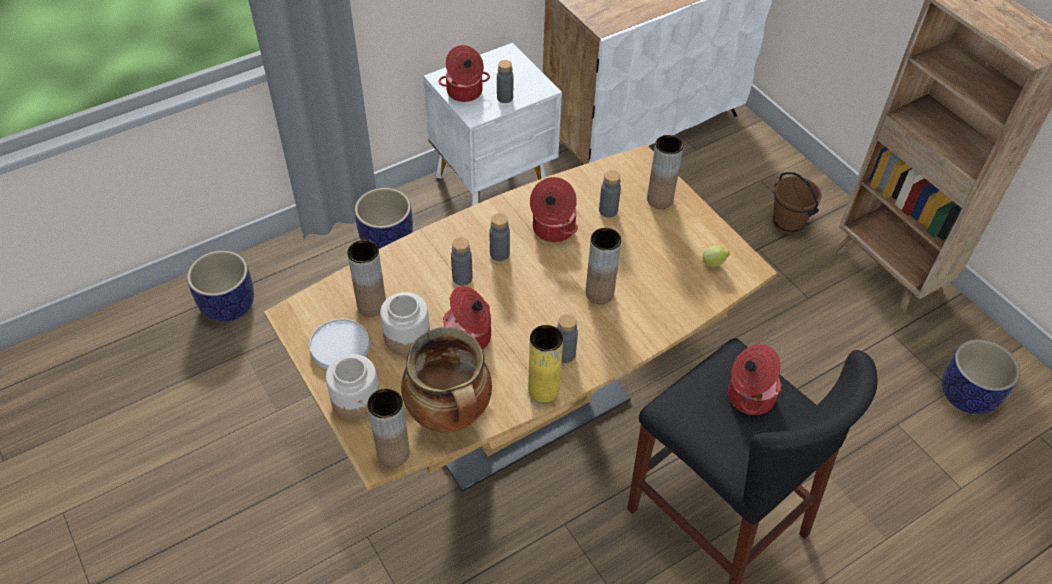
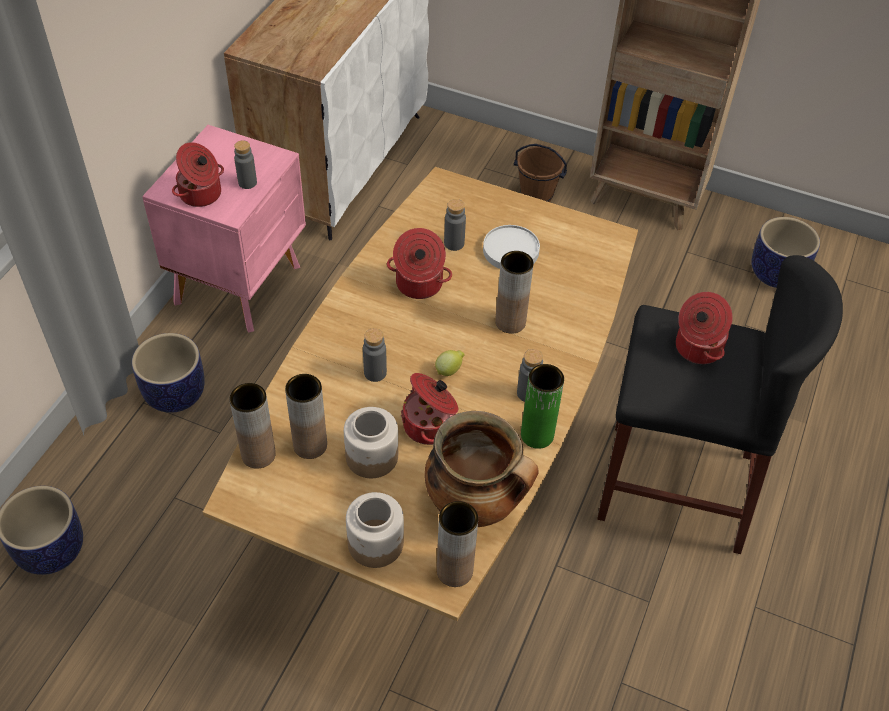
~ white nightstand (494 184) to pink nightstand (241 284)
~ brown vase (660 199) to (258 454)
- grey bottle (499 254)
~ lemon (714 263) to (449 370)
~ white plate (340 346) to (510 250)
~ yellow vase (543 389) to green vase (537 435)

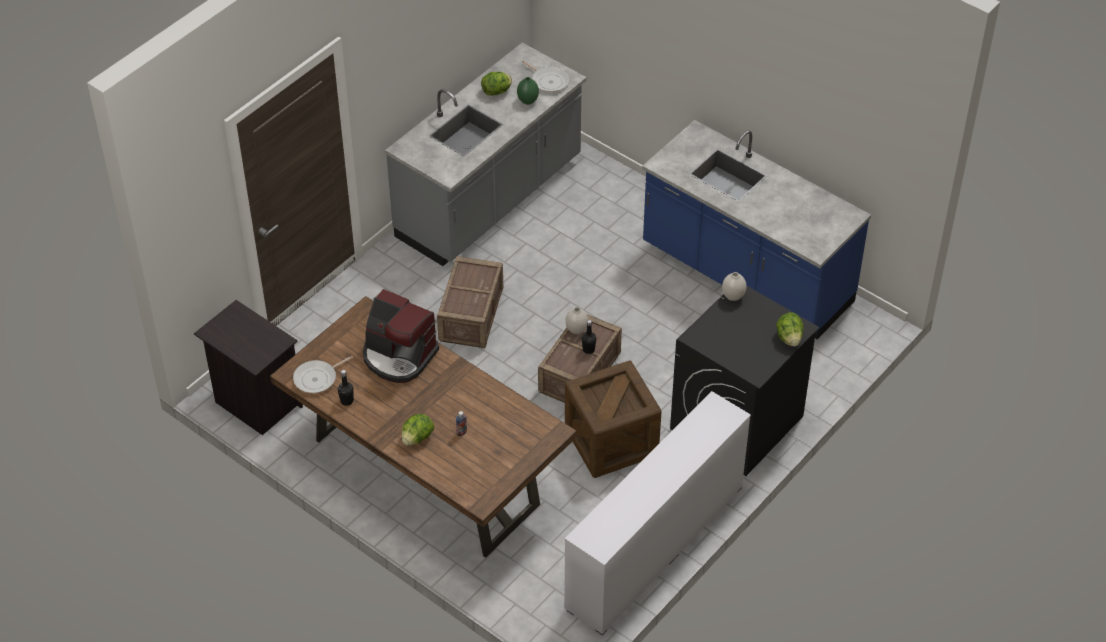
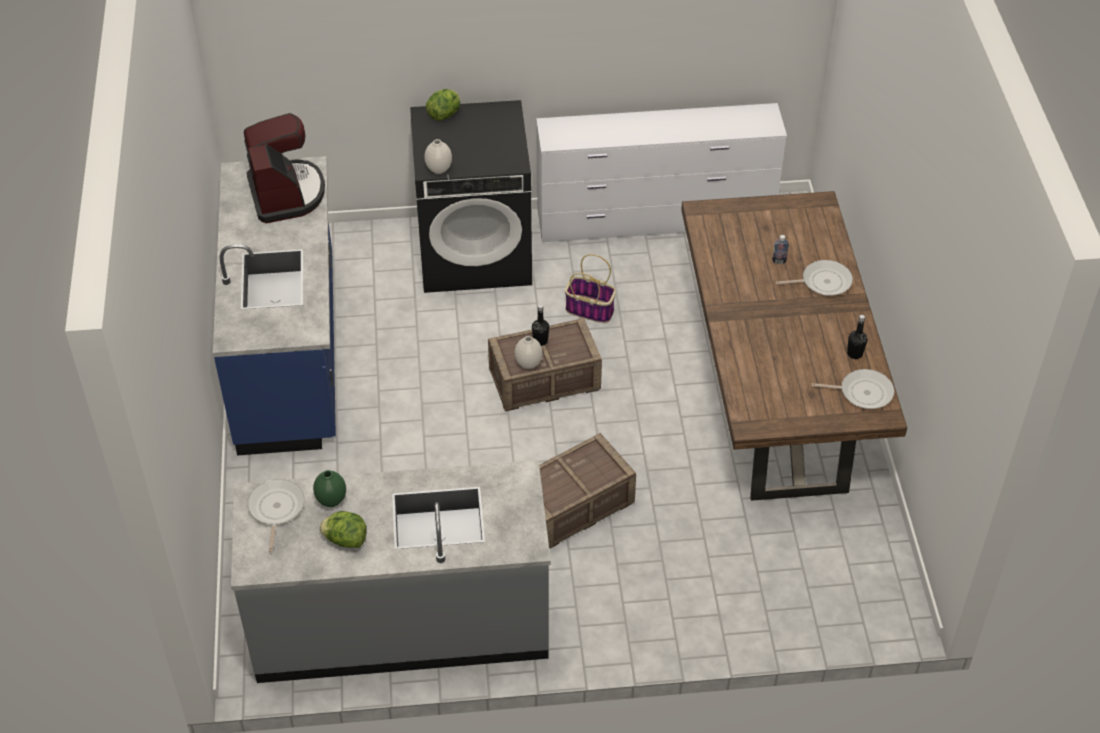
~ coffee machine (398 356) to (286 193)
- black nightstand (256 403)
~ crate (611 441) to basket (590 309)
~ lettuce (417 438) to frying pan (823 282)

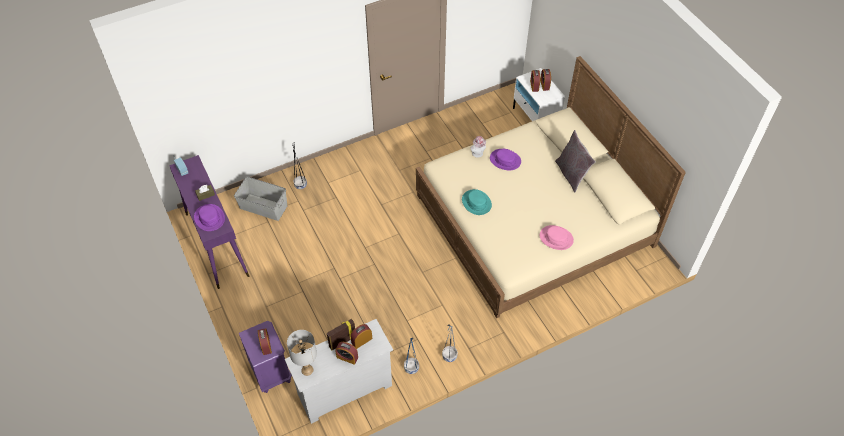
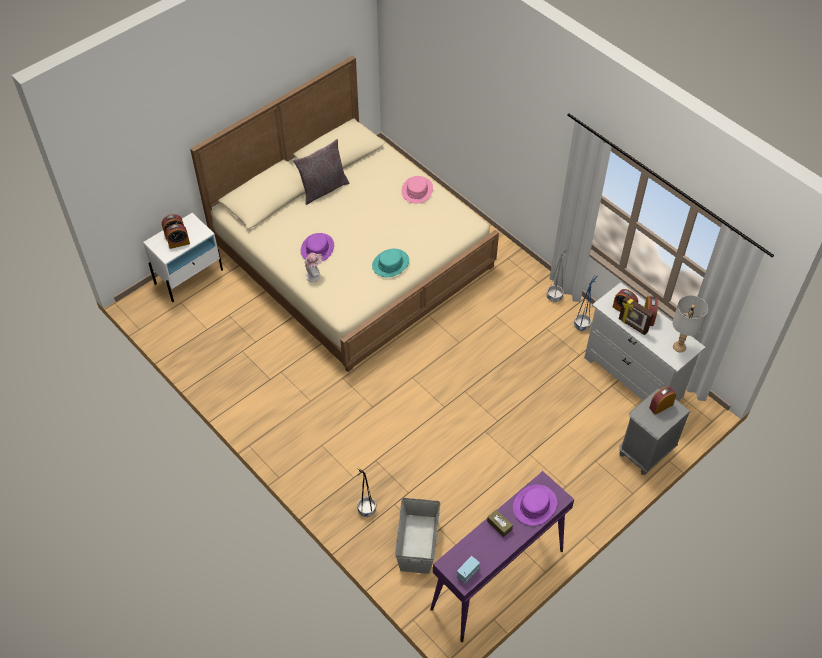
~ purple nightstand (271 372) to grey nightstand (645 452)

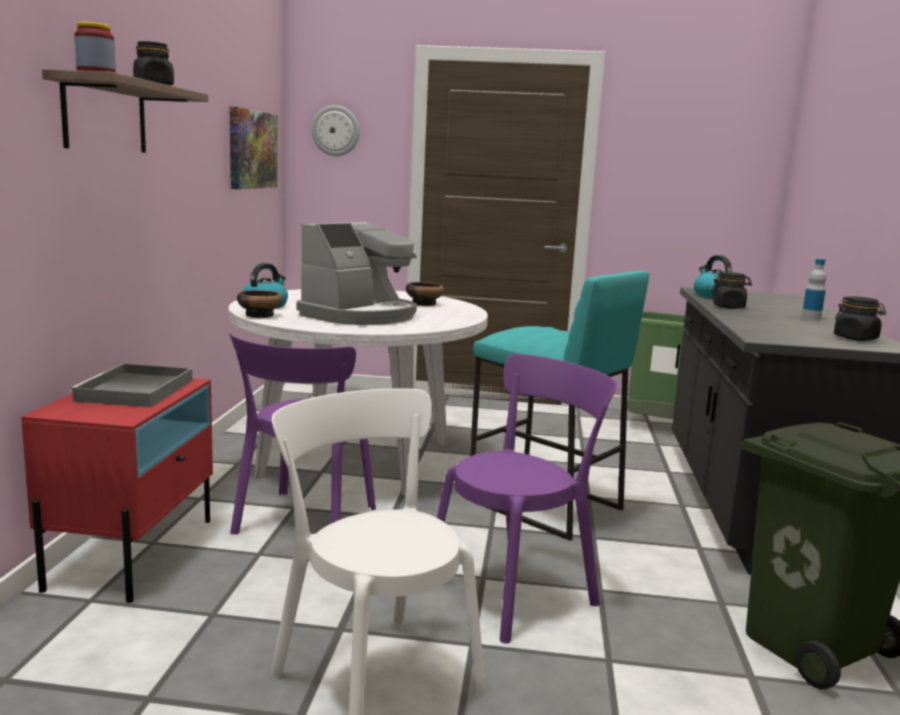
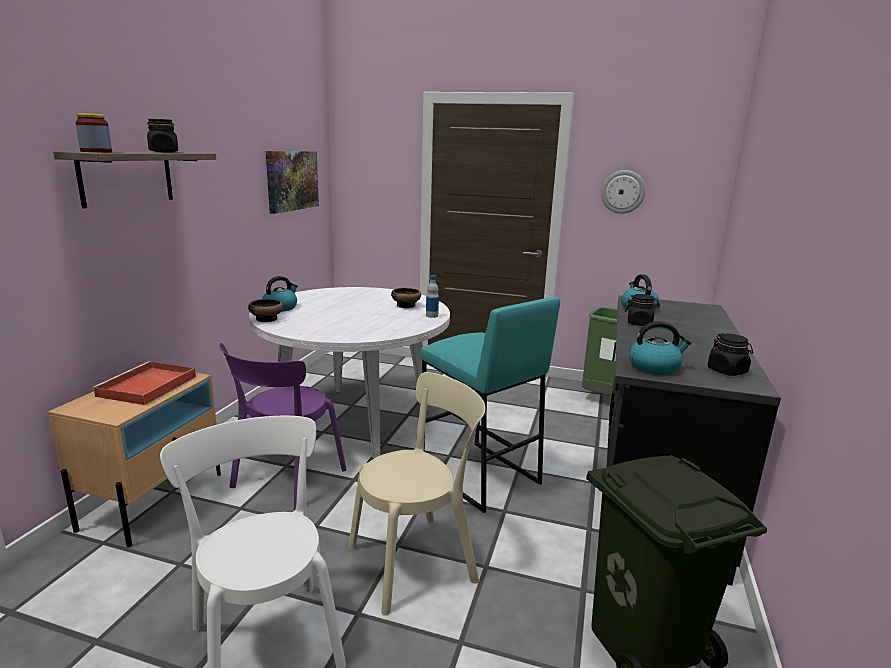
~ wall clock (335 130) to (623 192)
- coffee machine (360 315)
~ bottle (811 318) to (432 316)
~ purple chair (516 590) to beige chair (417 561)
~ grey tray (135 391) to red tray (146 387)
~ red nightstand (134 552) to beige nightstand (154 500)
+ kettle (654 367)

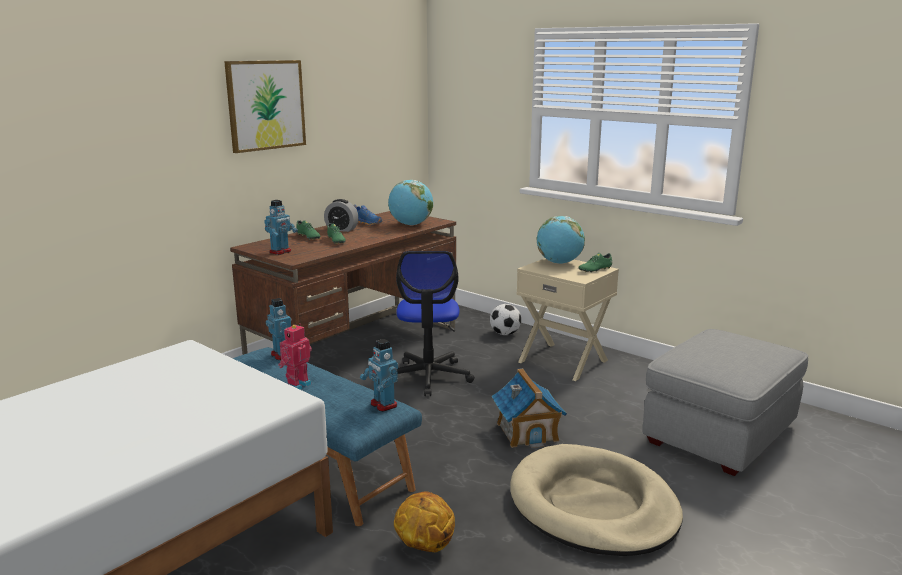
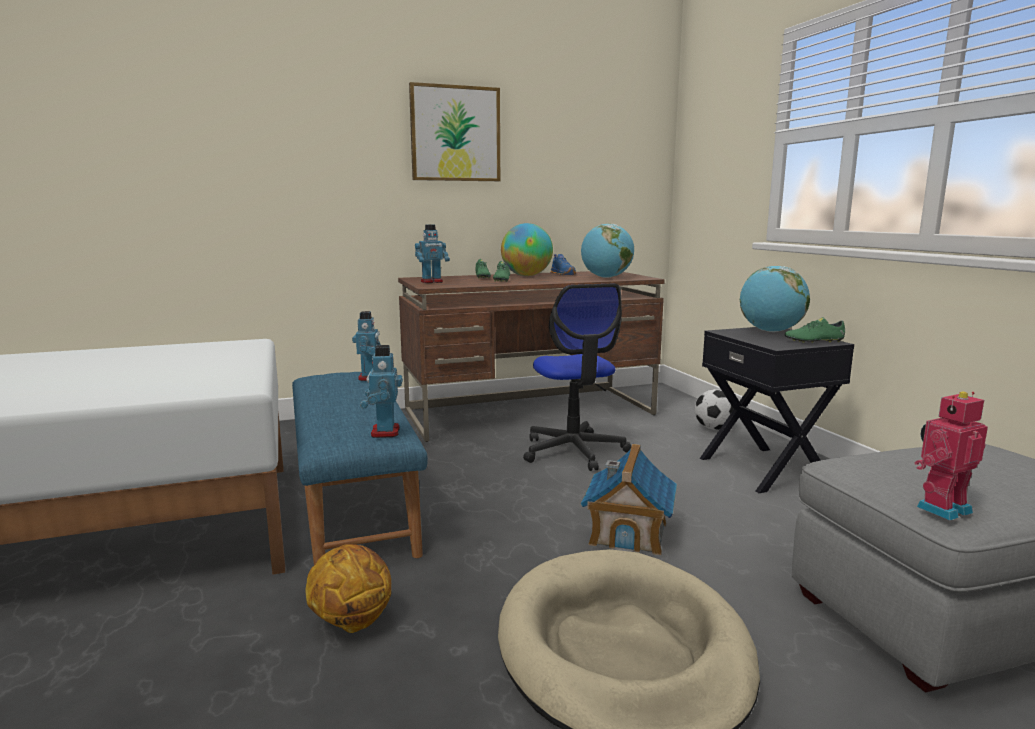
~ alarm clock (341 229) to globe (527 276)
~ office chair (428 377) = (574 451) 45 degrees counterclockwise
~ beige nightstand (563 361) to black nightstand (764 468)
~ toy robot (297 385) to (940 508)

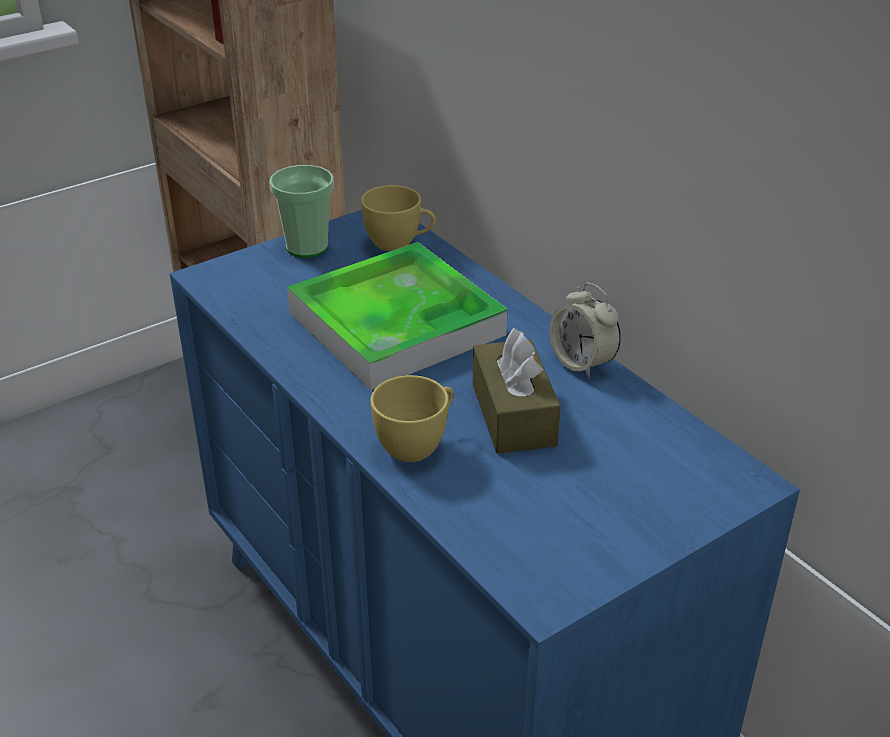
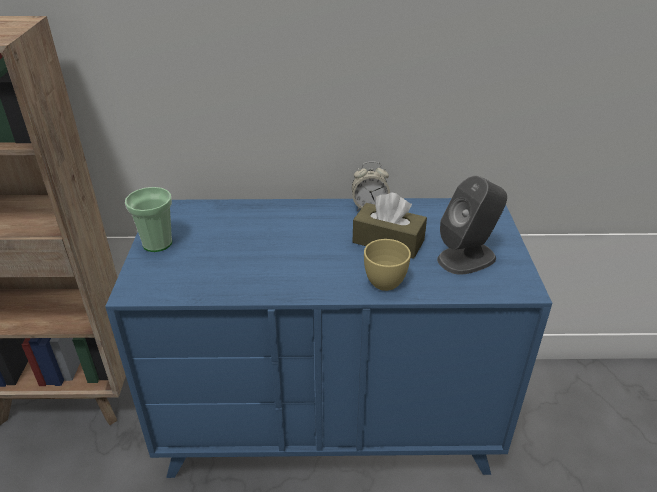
- yellow cup (399 244)
- tray (396 324)
+ grey speaker (467 258)

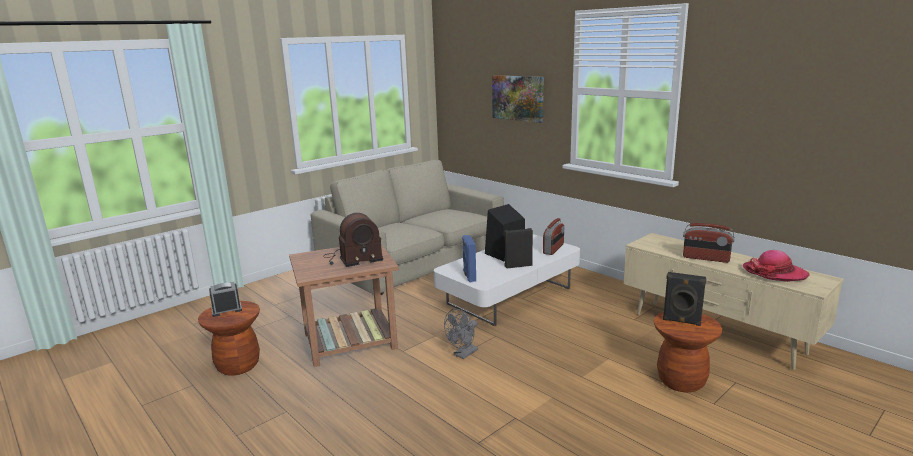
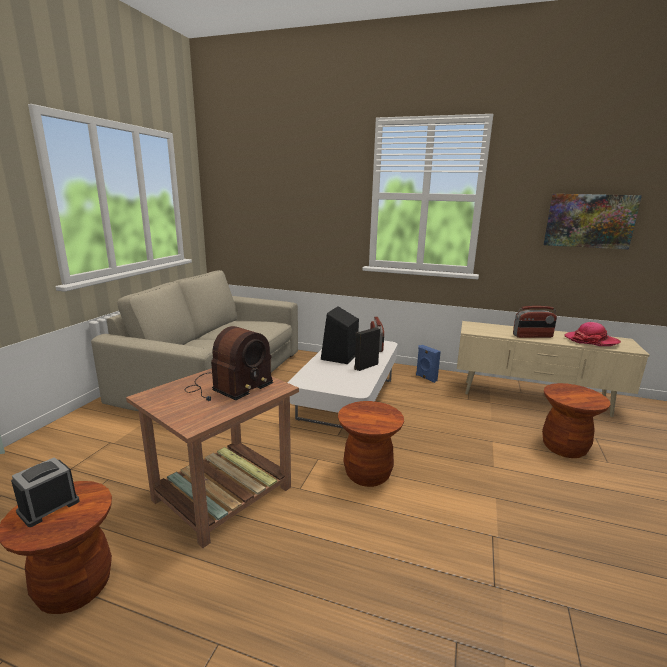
~ picture (518 98) to (589 221)
~ blue speaker (469 276) to (425 378)
- black speaker (681 321)
~ grey fan (463 354) to brown stool (367 474)

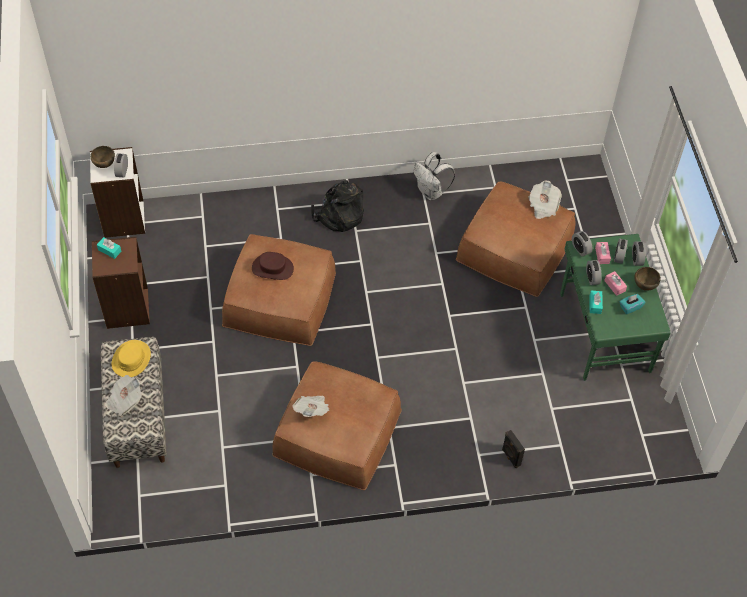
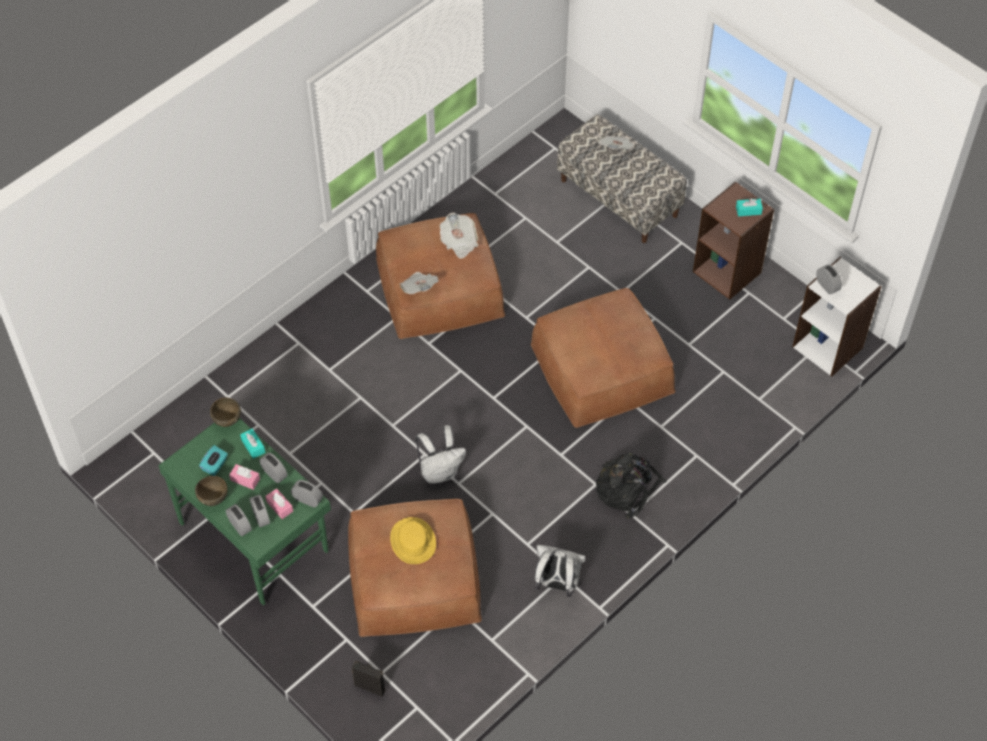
~ brown bowl (104 165) to (227 420)
~ newspaper (543 206) to (419 289)
- brown hat (272 268)
~ yellow hat (131 359) to (413 541)
~ black speaker (510 457) to (370 687)
+ white backpack (440 472)

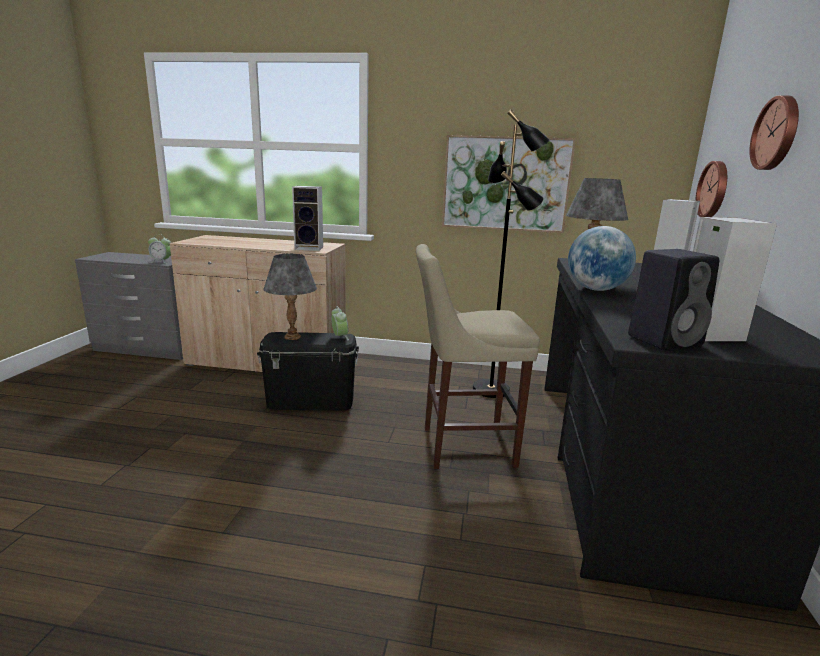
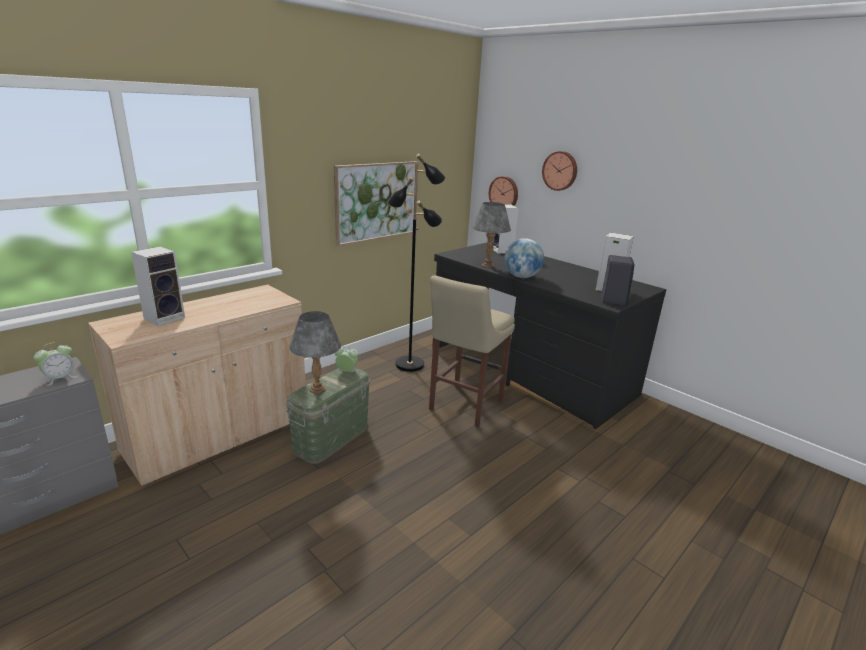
~ speaker (310 248) to (165 317)
~ black storage box (311 401) to green storage box (331 439)

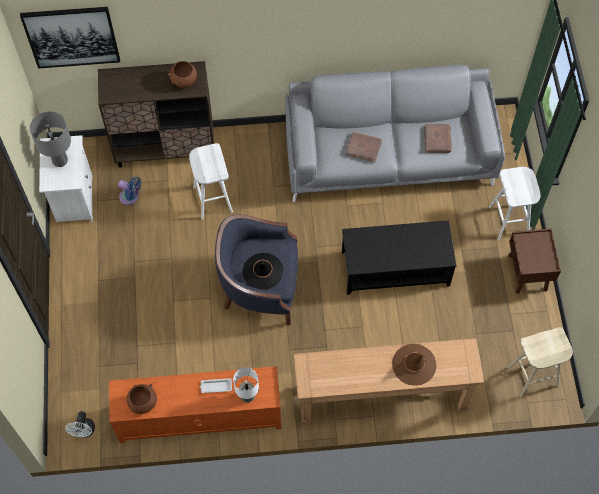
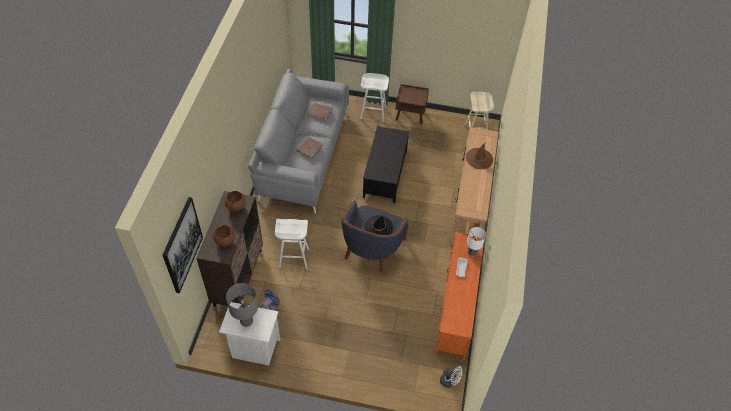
~ brown bowl (143 403) to (225 241)

